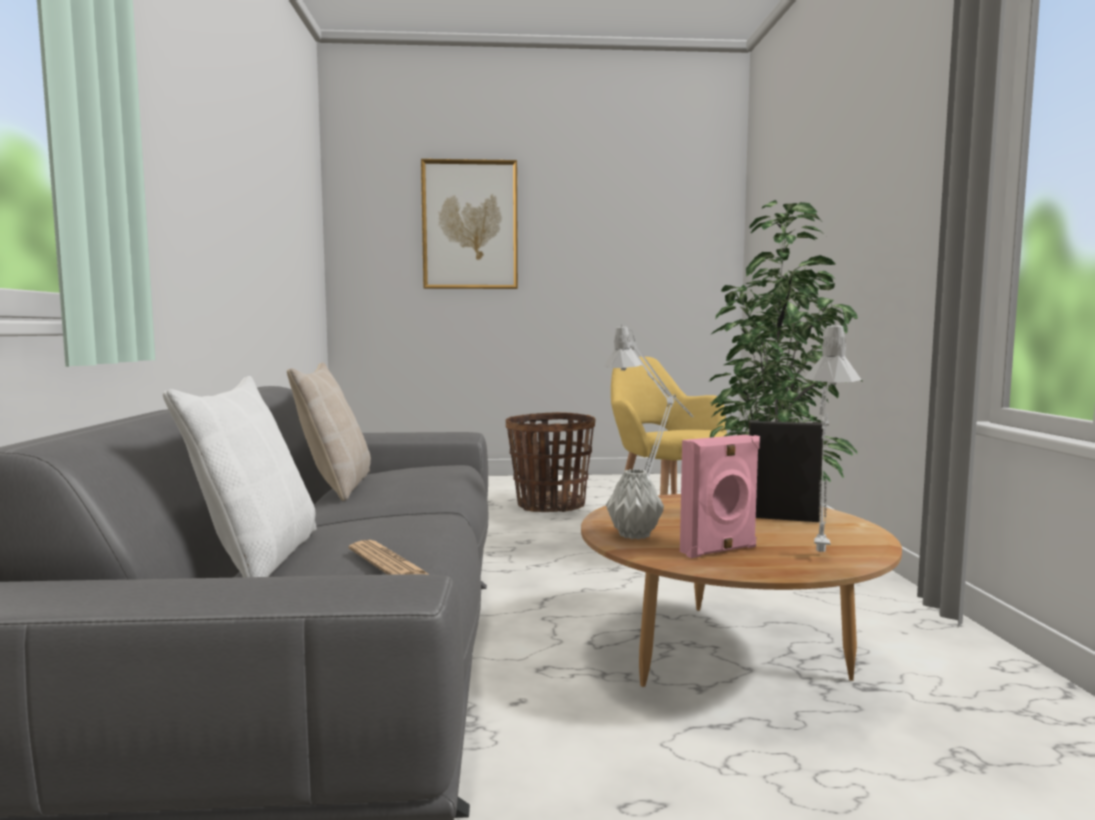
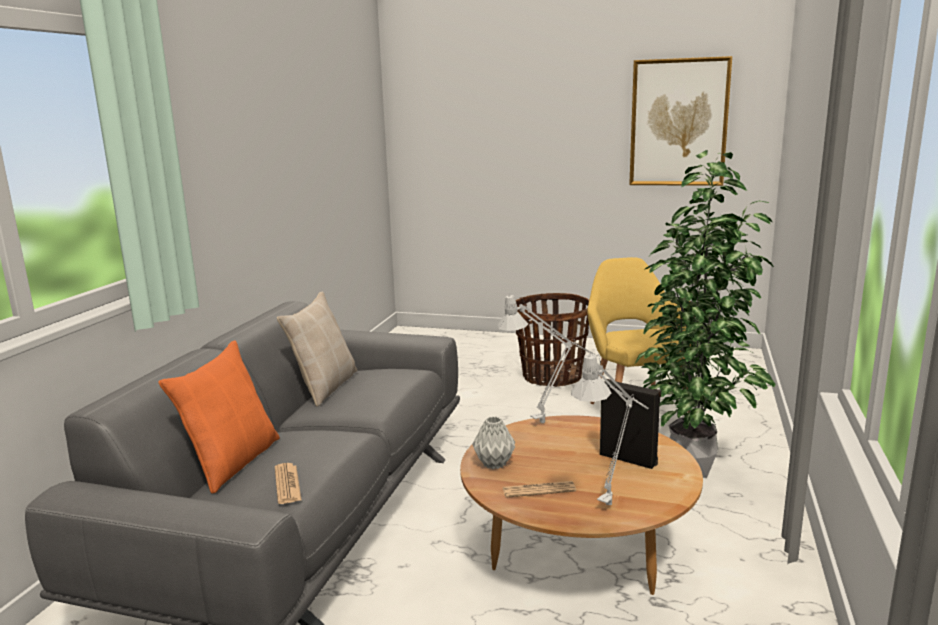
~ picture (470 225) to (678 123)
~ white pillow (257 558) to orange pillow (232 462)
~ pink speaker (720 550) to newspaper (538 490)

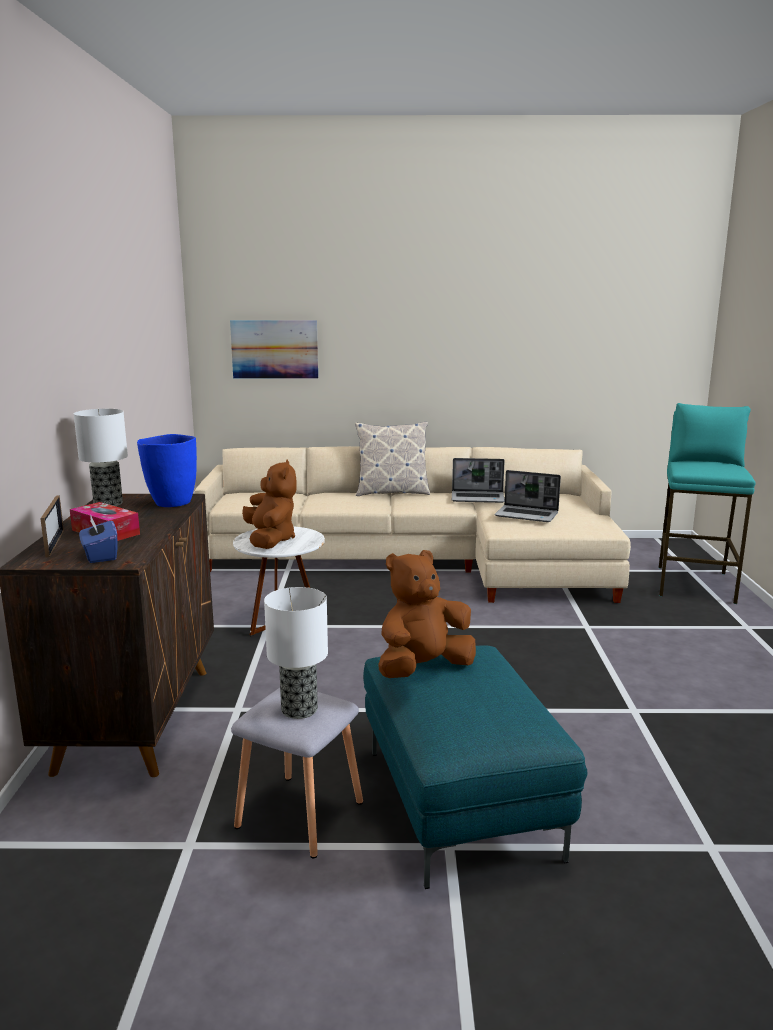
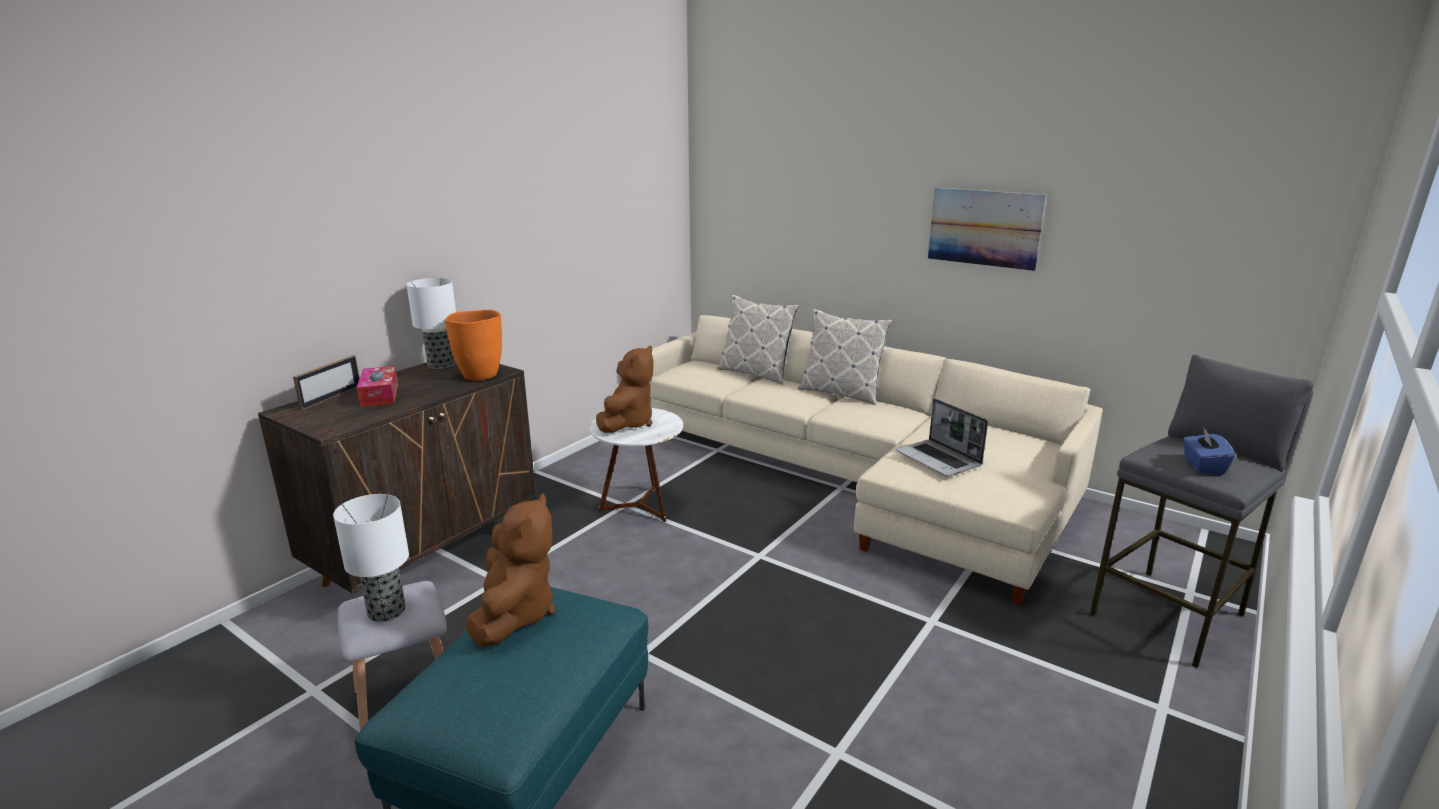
~ picture (274 349) to (984 228)
~ turquoise stool (695 584) to grey stool (1169 615)
~ blue vase (171 503) to orange vase (479 375)
- laptop (478 498)
~ blue tissue box (100 555) to (1202 465)
~ brown plush toy (423 669) = (515 615) 90 degrees clockwise
+ pillow (755 373)

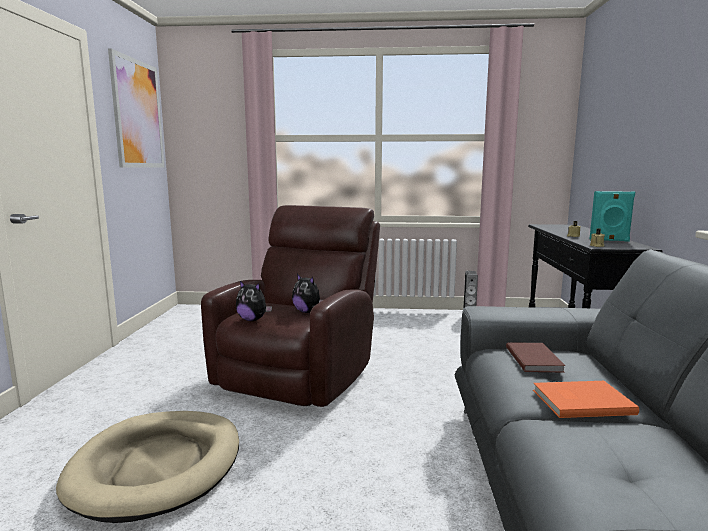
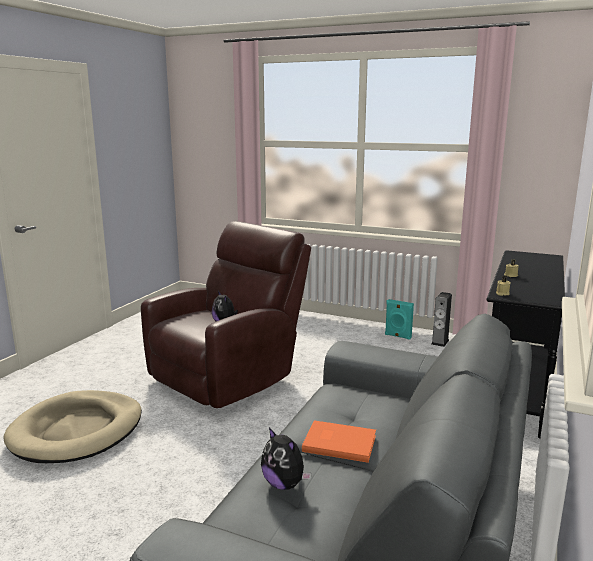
- picture (137 114)
~ turquoise speaker (609 240) to (397 336)
~ plush toy (253 320) to (284 484)
- brown book (534 359)

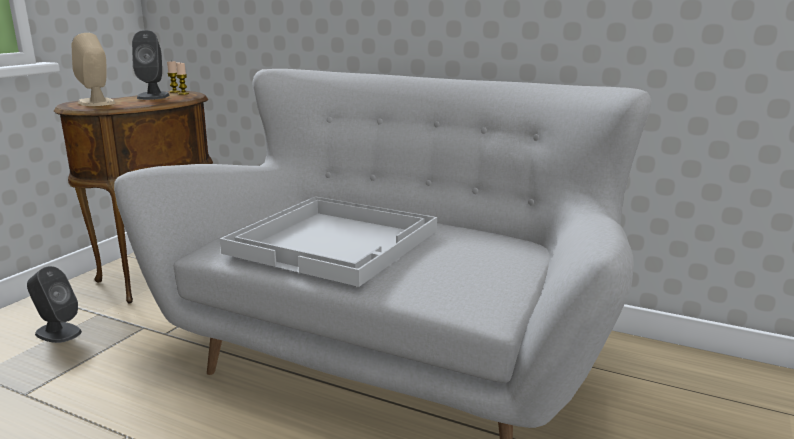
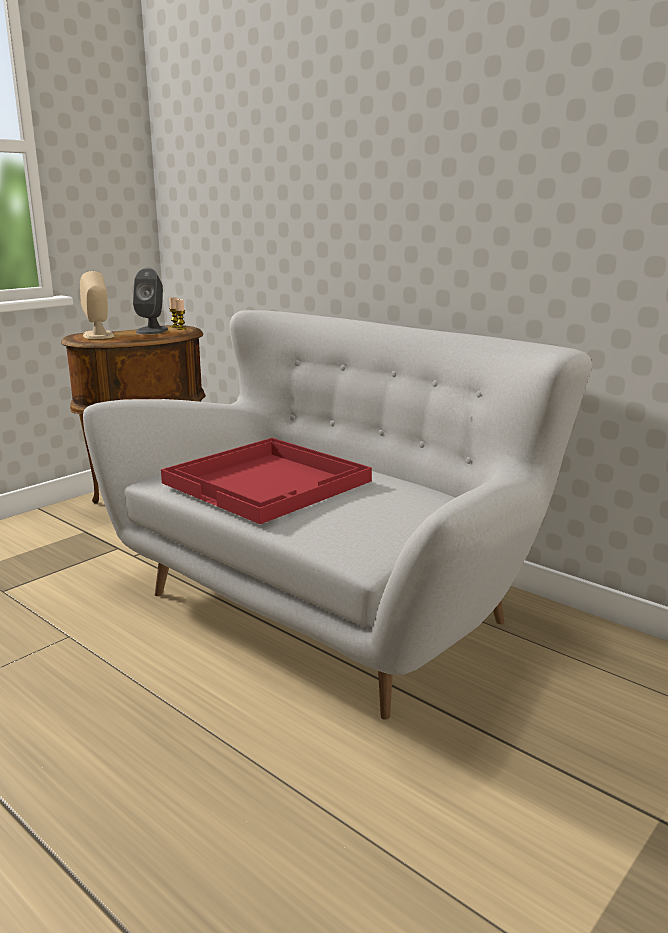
~ white tray (336 241) to red tray (269 482)
- grey speaker (58 332)

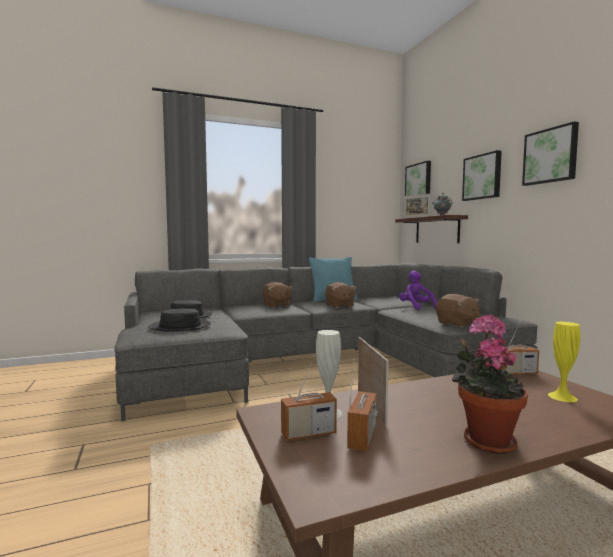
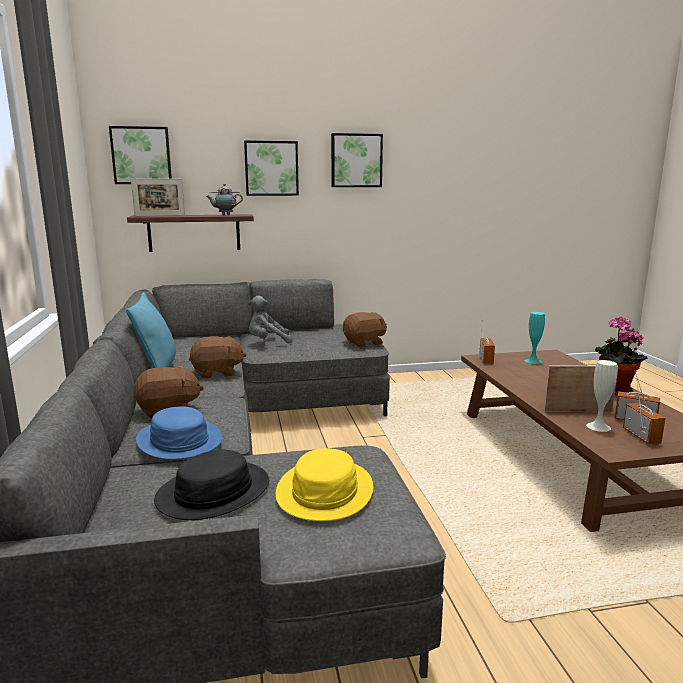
~ purple plush toy (416 307) to grey plush toy (268 342)
~ black hat (180 326) to yellow hat (325 491)
~ yellow vase (562 397) to turquoise vase (533 361)
+ blue hat (179 440)

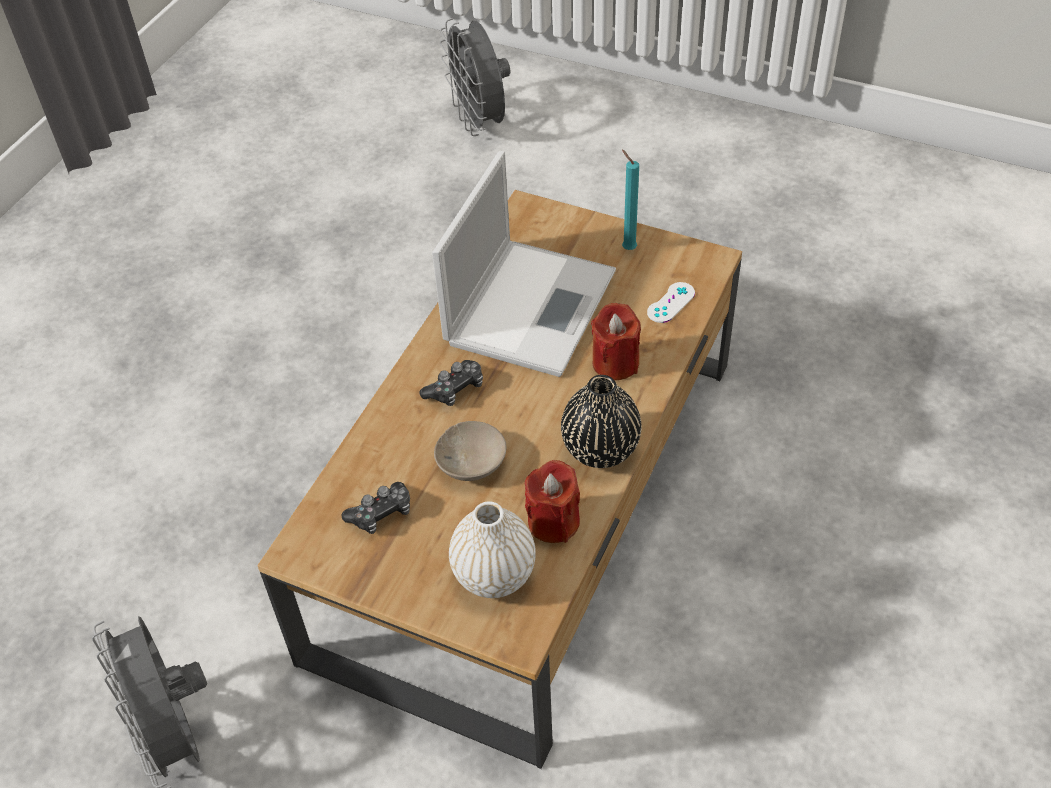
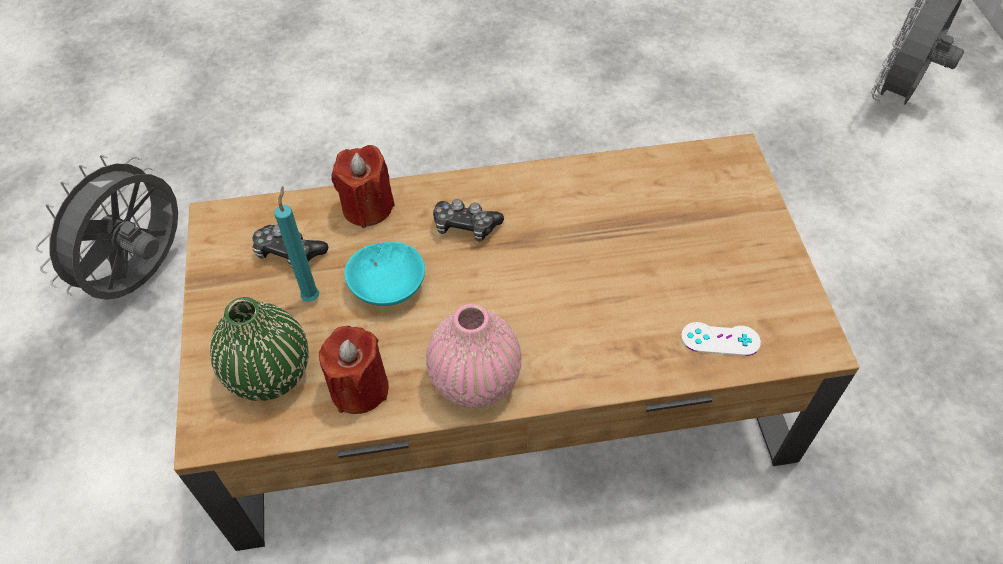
~ turquoise candle (627 248) to (312 296)
- laptop (531 305)
~ red candle (615 363) to (367 207)
~ black vase (600 449) to pink vase (475 380)
~ beige bowl (473 464) to turquoise bowl (386 287)
~ white vase (494 574) to green vase (270 373)

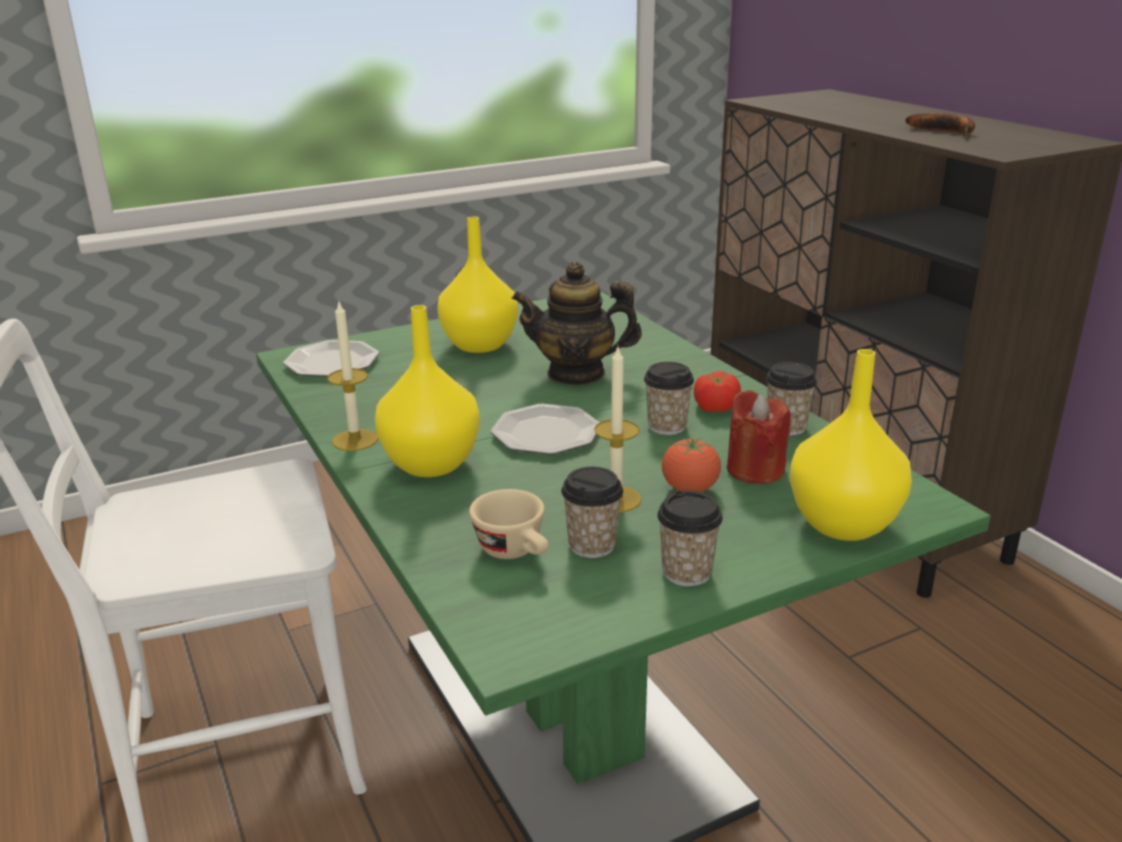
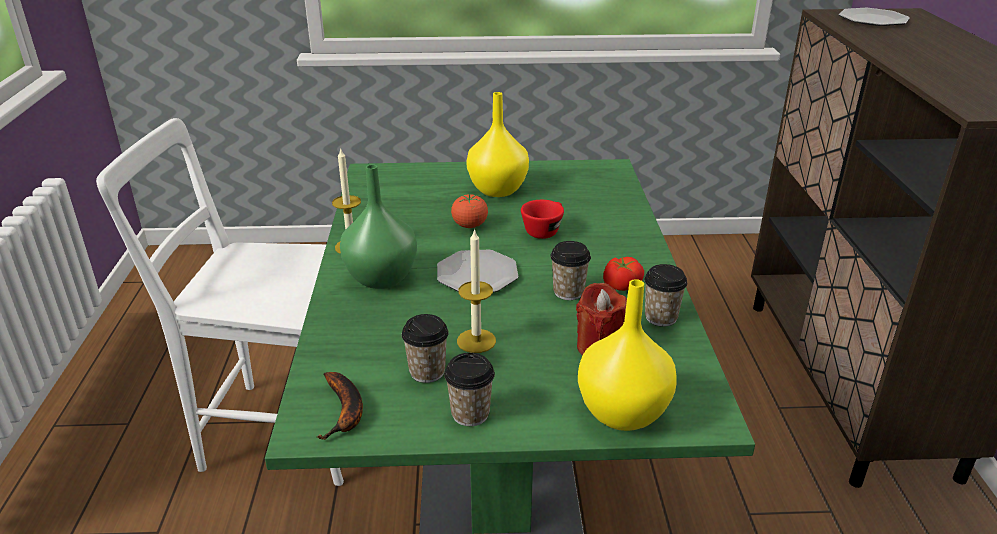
~ banana (946 131) to (345 411)
~ teapot (576 373) to red cup (544 230)
~ yellow vase (433 464) to green vase (382 279)
~ plate (331 362) to (872 20)
~ tomato (690 489) to (469 226)
- beige cup (516 552)

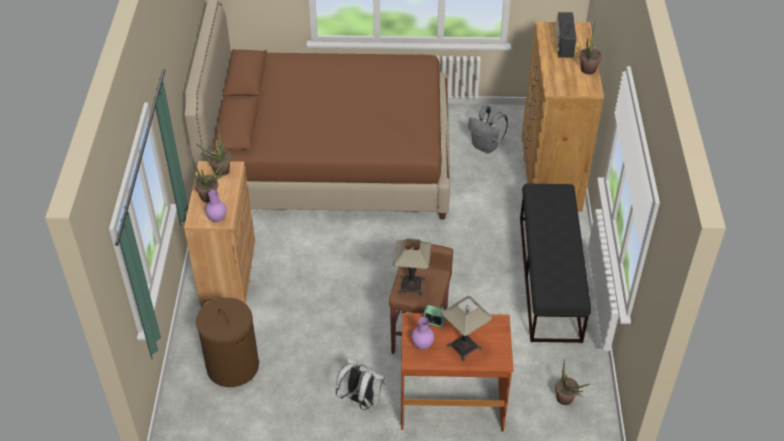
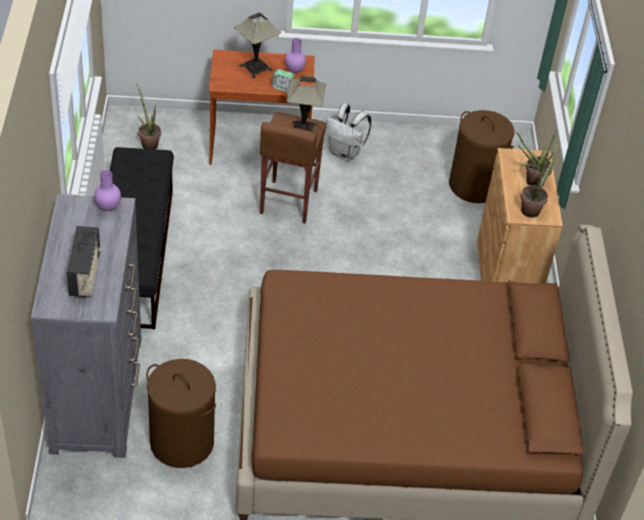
~ brown dresser (550 173) to grey dresser (98 394)
- potted plant (587 71)
~ grey backpack (486 147) to brown laundry basket (181 442)
~ purple vase (217 219) to (108 207)

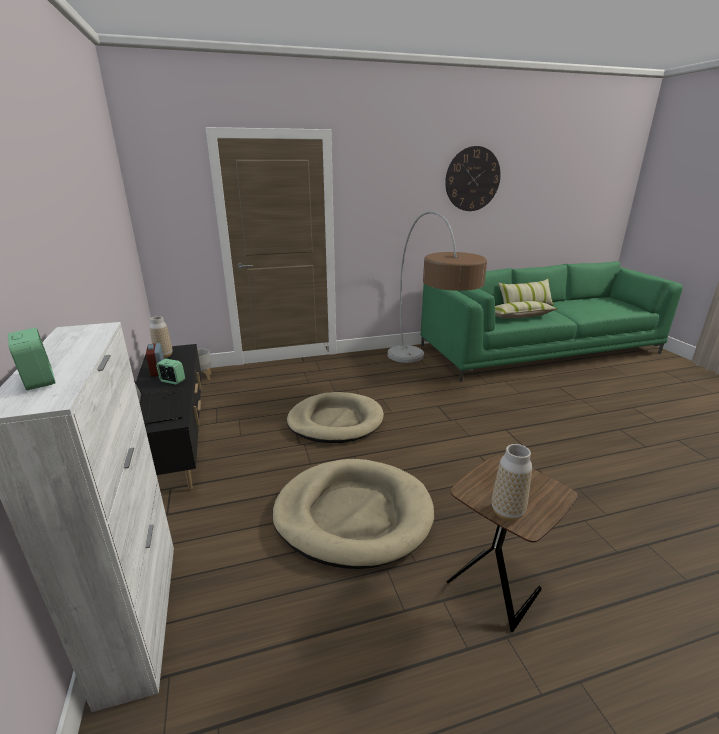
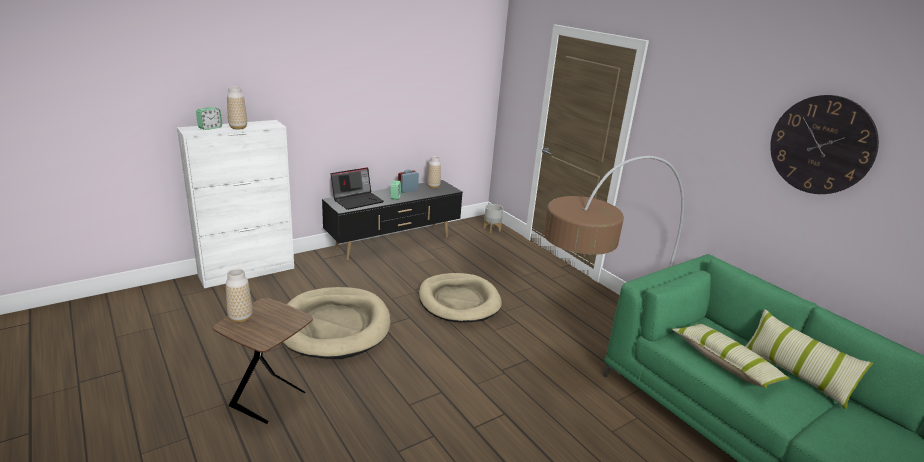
+ vase (238 127)

